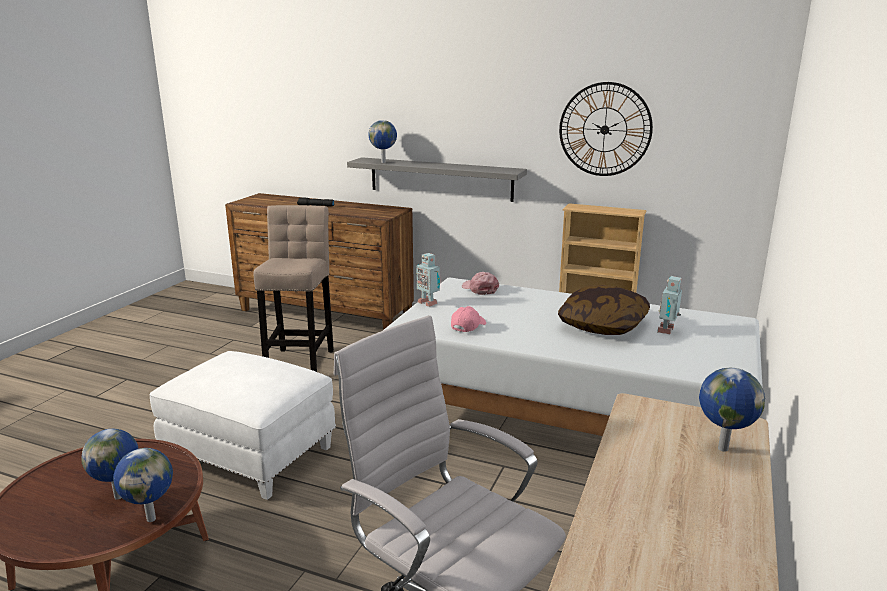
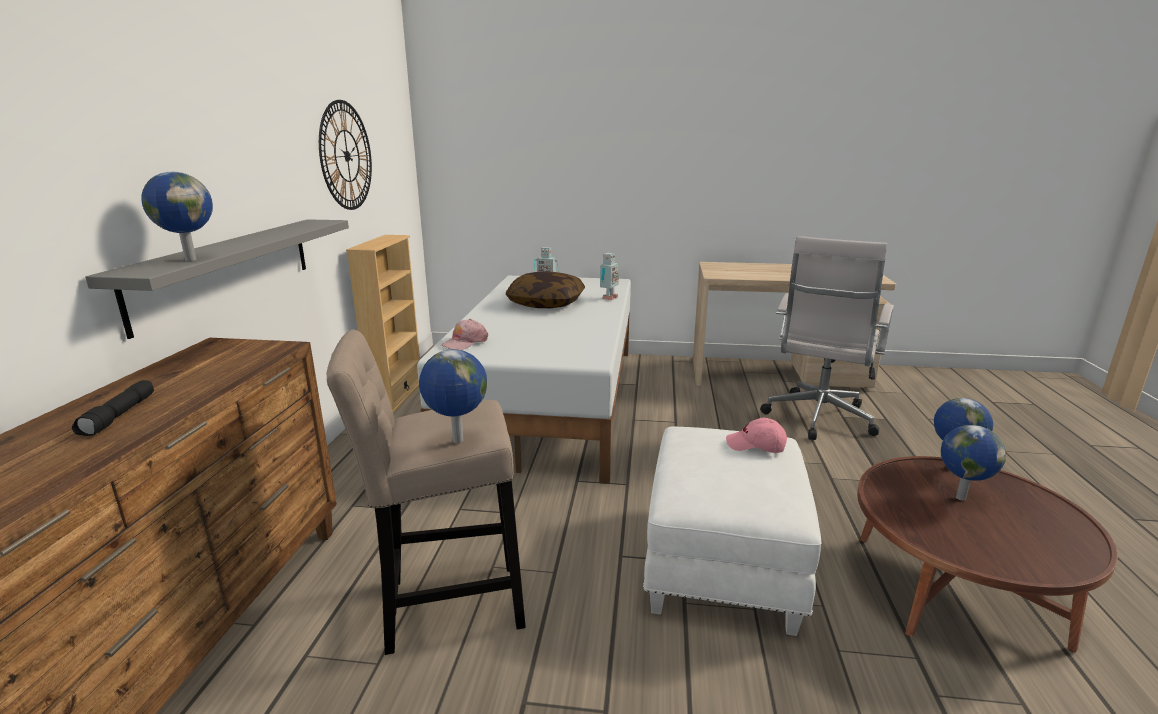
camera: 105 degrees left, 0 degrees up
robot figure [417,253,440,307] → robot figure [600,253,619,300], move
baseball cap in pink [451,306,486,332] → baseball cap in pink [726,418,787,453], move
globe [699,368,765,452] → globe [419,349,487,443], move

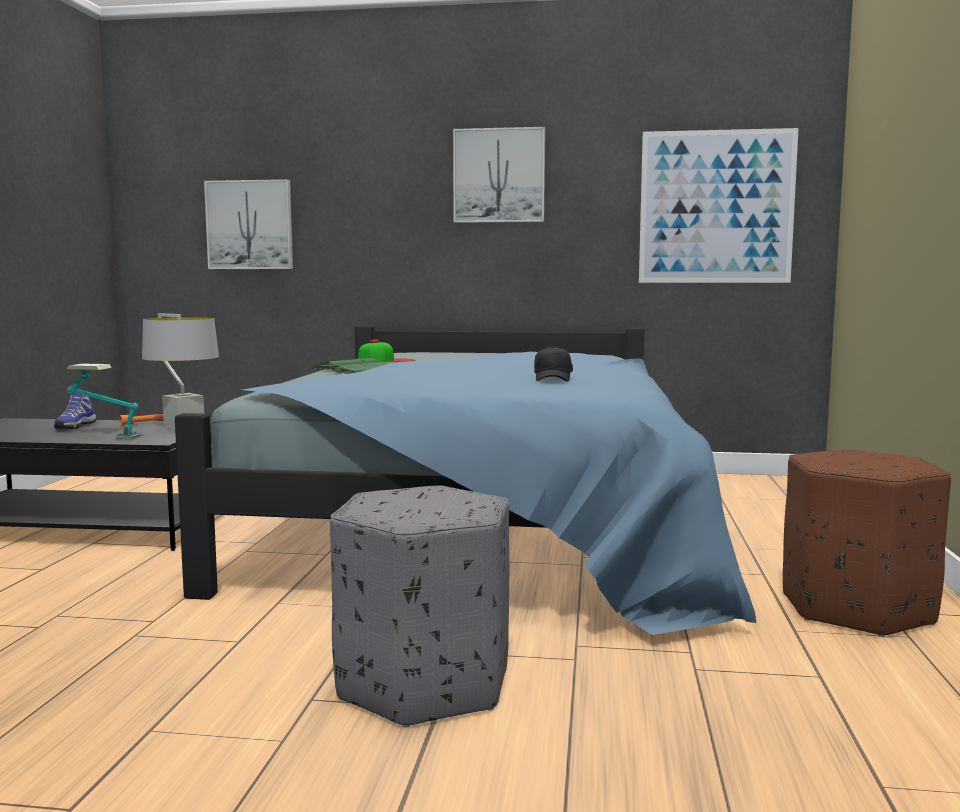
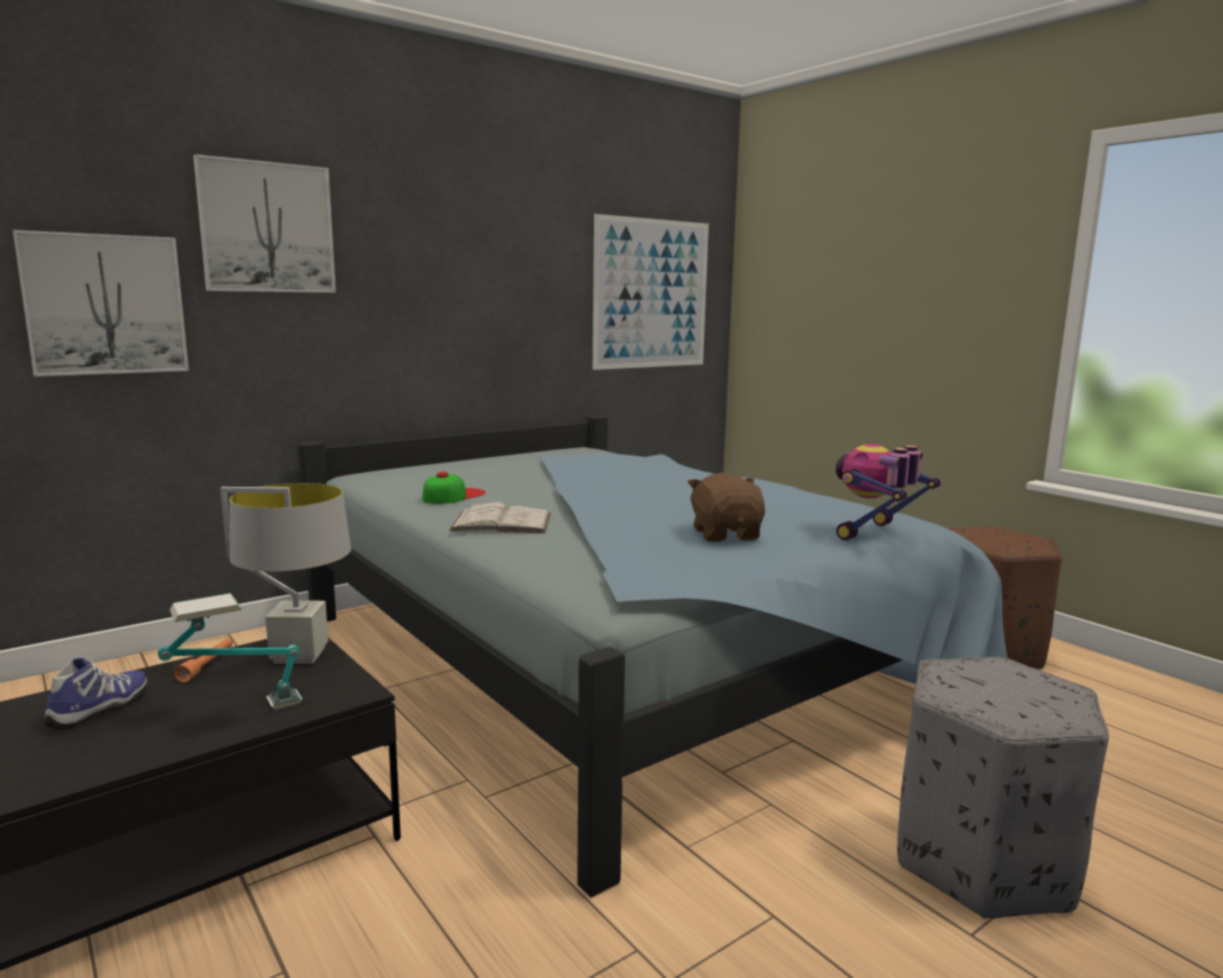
camera: 45 degrees left, 5 degrees up
wall picture [453,127,545,223] → wall picture [193,154,336,293], move
baseball cap in black-coloured [534,346,573,382] → -
volume in green [311,357,388,374] → volume in white [449,502,551,533]
item of footwear [54,393,96,429] → item of footwear [44,658,148,729], 120 degrees counterclockwise
- → robot figure [836,444,941,540]
- → plush toy in brown-coloured [688,473,765,542]

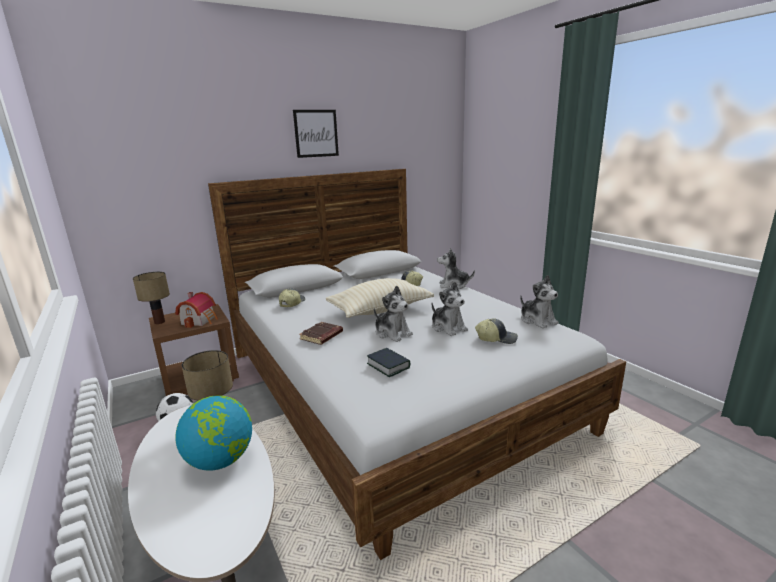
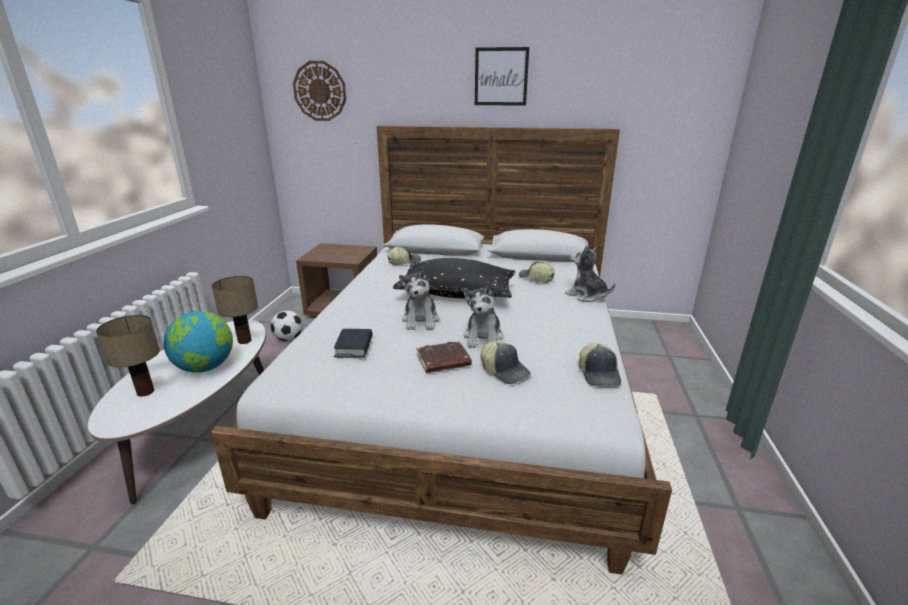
camera: 40 degrees right, 5 degrees up
tabletop lamp [133,272,170,324] → tabletop lamp [96,315,160,397], move
plush toy [520,275,559,329] → baseball cap [579,343,621,386]
cushion in beige-coloured [326,278,434,318] → cushion in black-coloured [393,258,515,299]
toy house [175,292,218,328] → -
volume in brown-coloured [299,322,343,345] → volume in brown-coloured [416,341,472,373], move
- → clock on the wall [293,61,346,121]

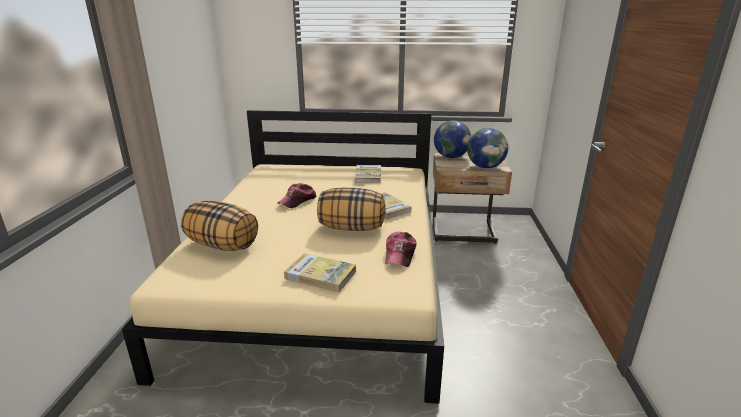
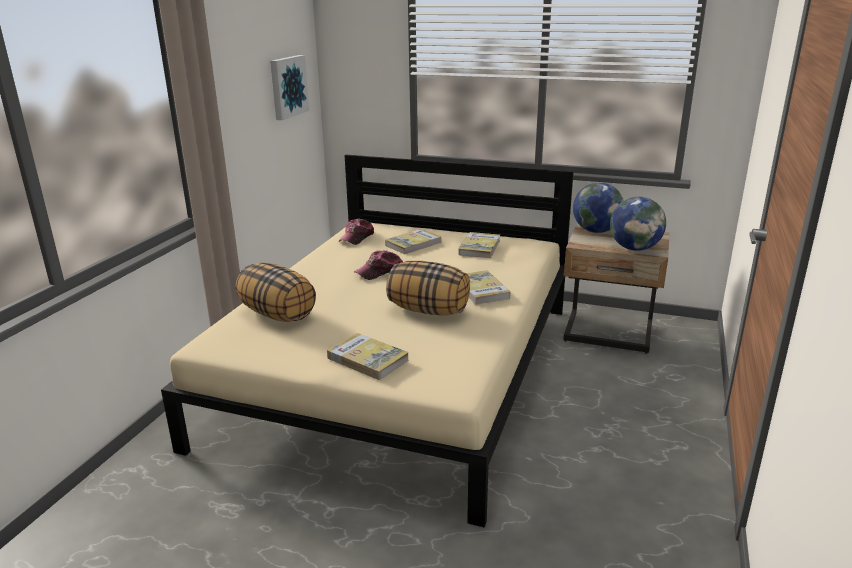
camera: 15 degrees right, 0 degrees up
baseball cap [385,232,416,267] → baseball cap [339,219,374,245], move
- → wall picture [270,55,309,120]
- → volume [385,229,442,254]

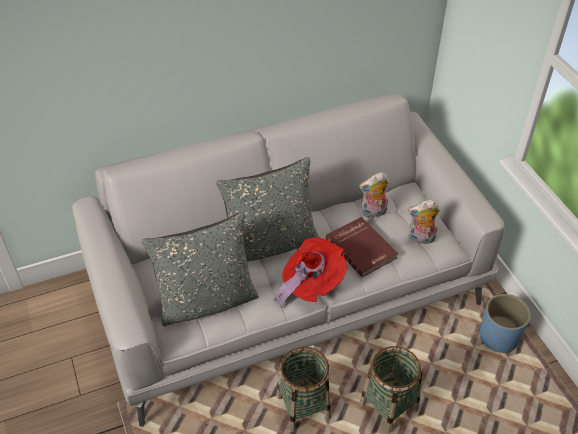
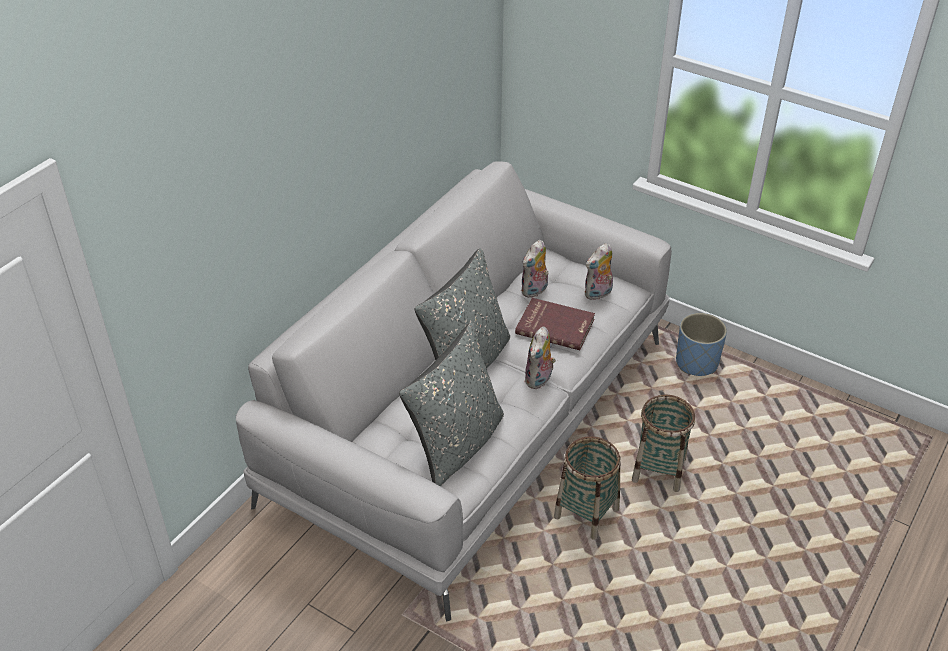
camera: 35 degrees left, 5 degrees down
hat in red [273,238,347,308] → plush toy [524,327,556,389]

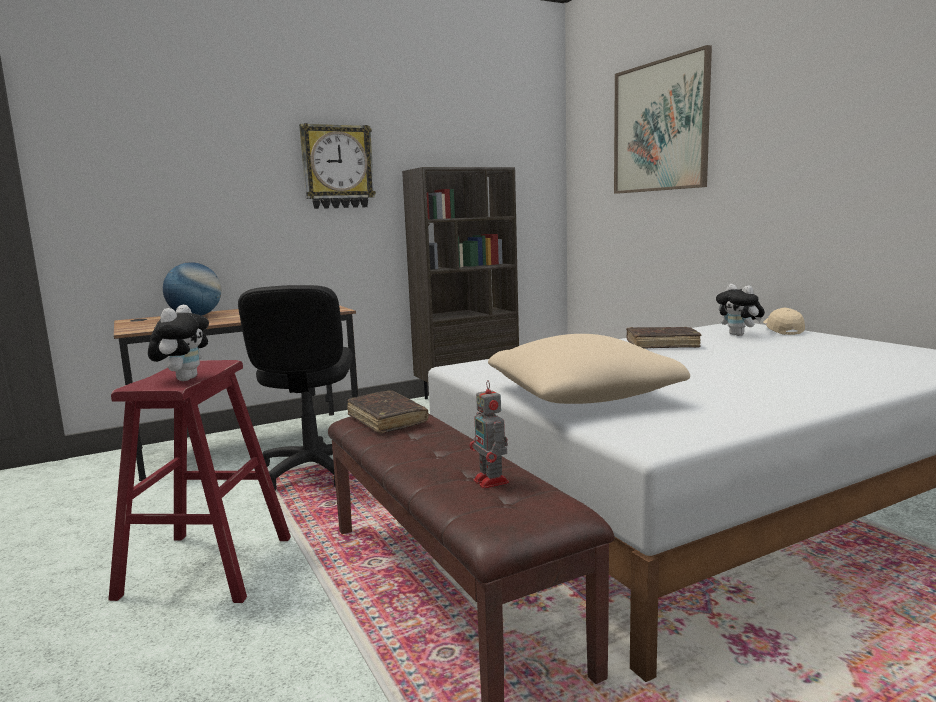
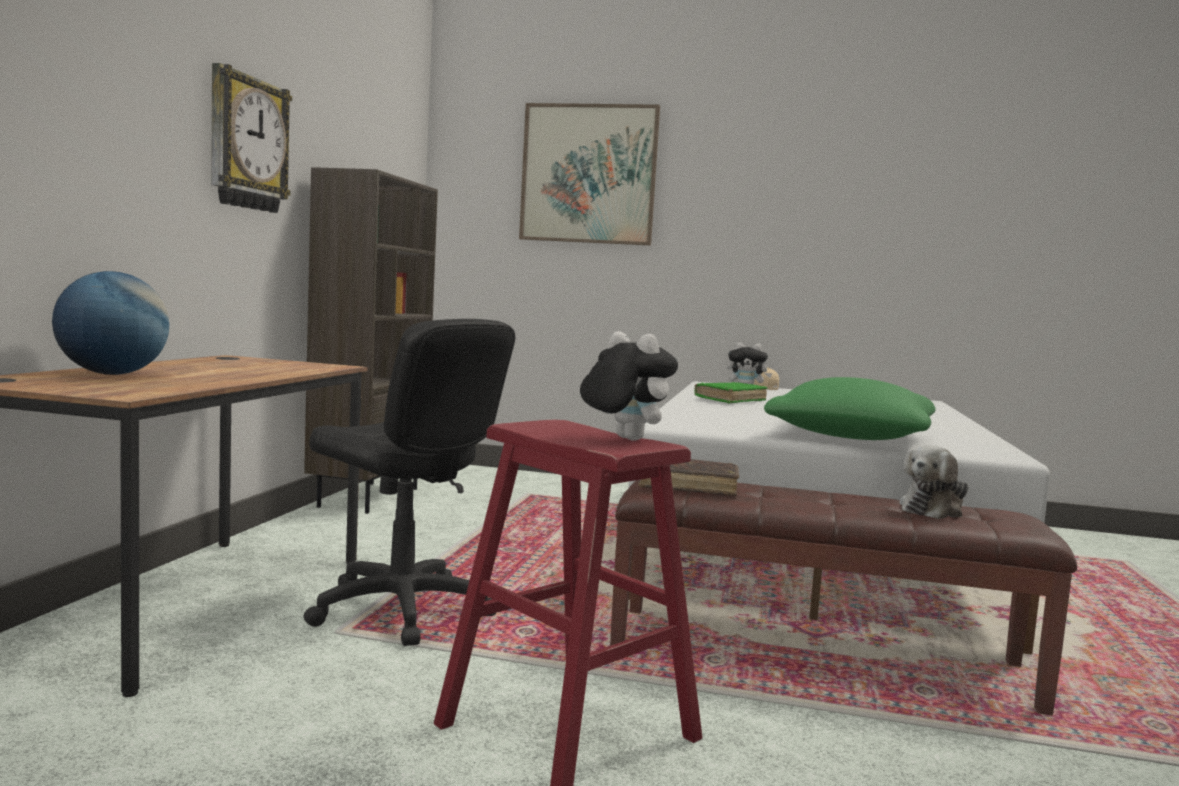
camera: 50 degrees left, 5 degrees down
volume in brown-coloured [626,327,701,349] → volume in green [694,382,767,403]
cushion in beige-coloured [488,334,690,404] → cushion in green [764,377,936,440]
robot figure [470,380,509,489] → plush toy [900,444,968,519]

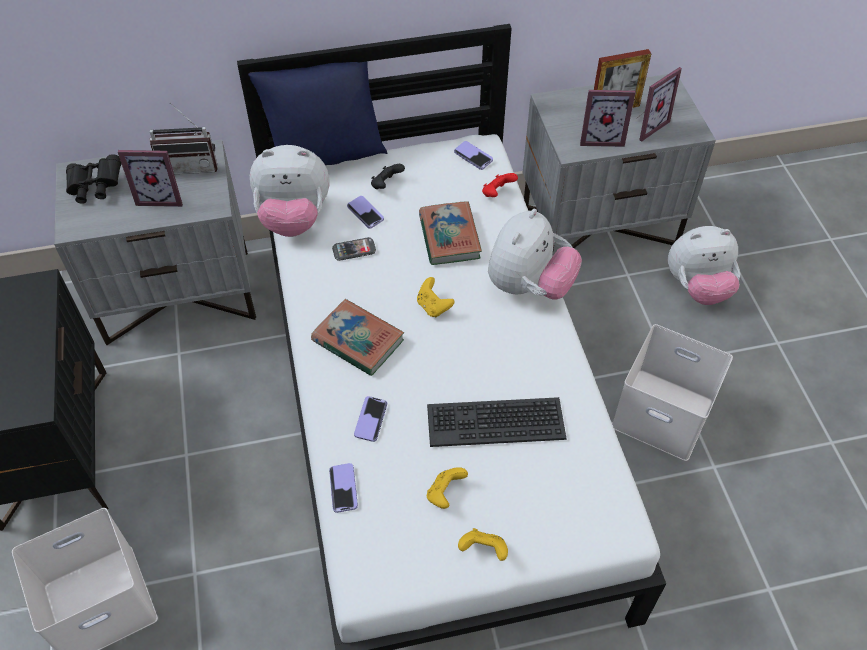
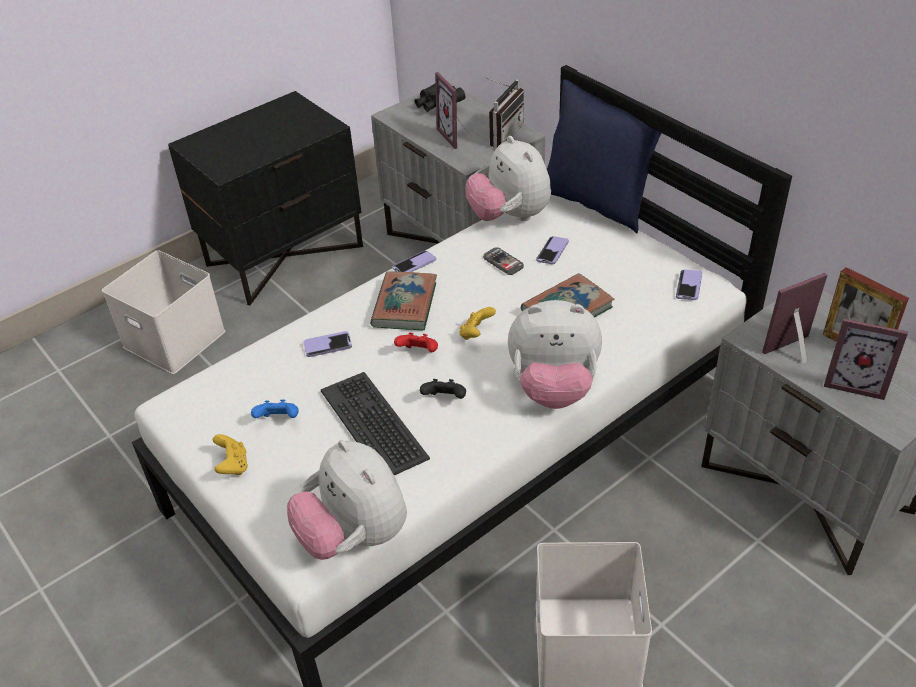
camera: 65 degrees right, 10 degrees down
photo frame [580,90,636,147] → photo frame [762,273,827,363], 90 degrees clockwise
radio [149,103,218,174] → radio [484,77,524,148], 120 degrees counterclockwise
joypad in black-coloured [371,164,405,189] → joypad in black-coloured [420,379,466,399], move
joypad in red [482,173,518,197] → joypad in red [394,333,438,352], move
plush toy [668,226,740,305] → plush toy [287,440,407,560], move
telephone [329,463,358,513] → telephone [392,251,436,272], move
joypad in yellowish [427,467,468,509] → joypad in bluish [251,400,298,418]

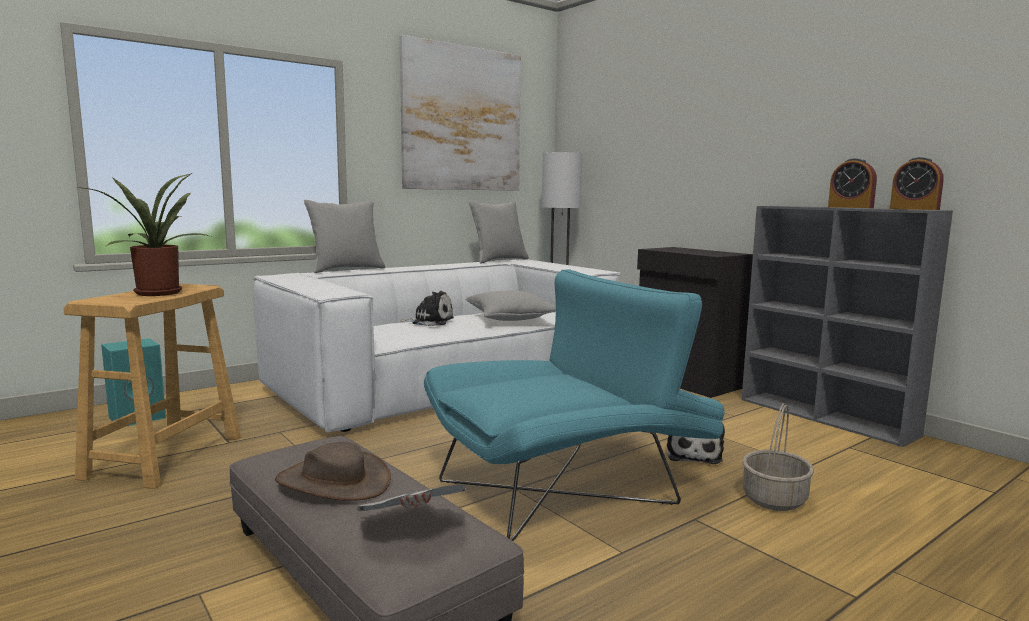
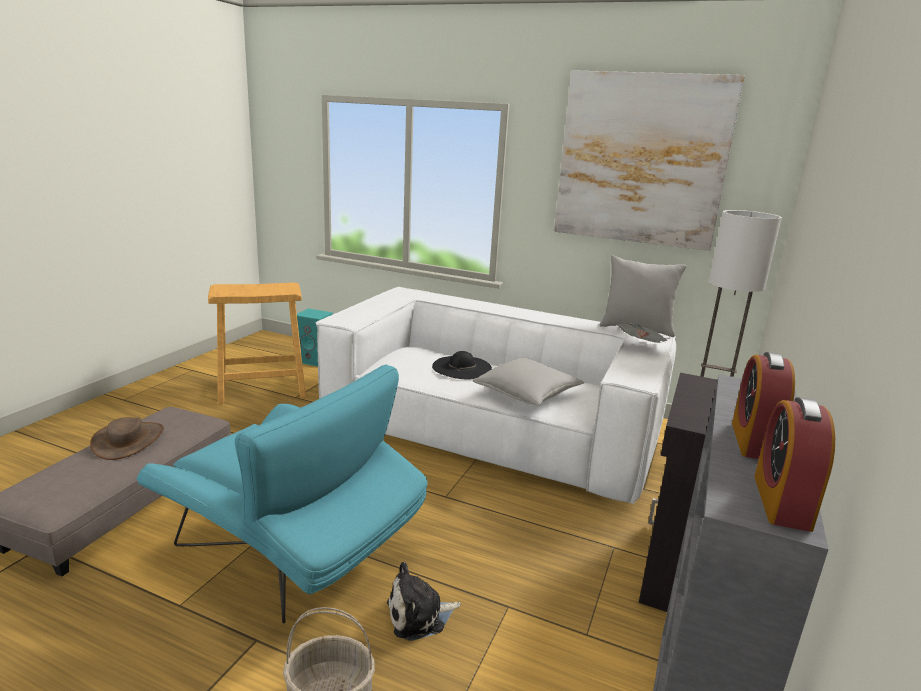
camera: 60 degrees right, 10 degrees up
potted plant [77,173,211,296] → -
cushion in gray [304,200,385,273] → -
plush toy [400,291,454,326] → hat in black-coloured [432,351,492,379]
daily paper [357,485,466,511] → daily paper [616,324,667,343], move

